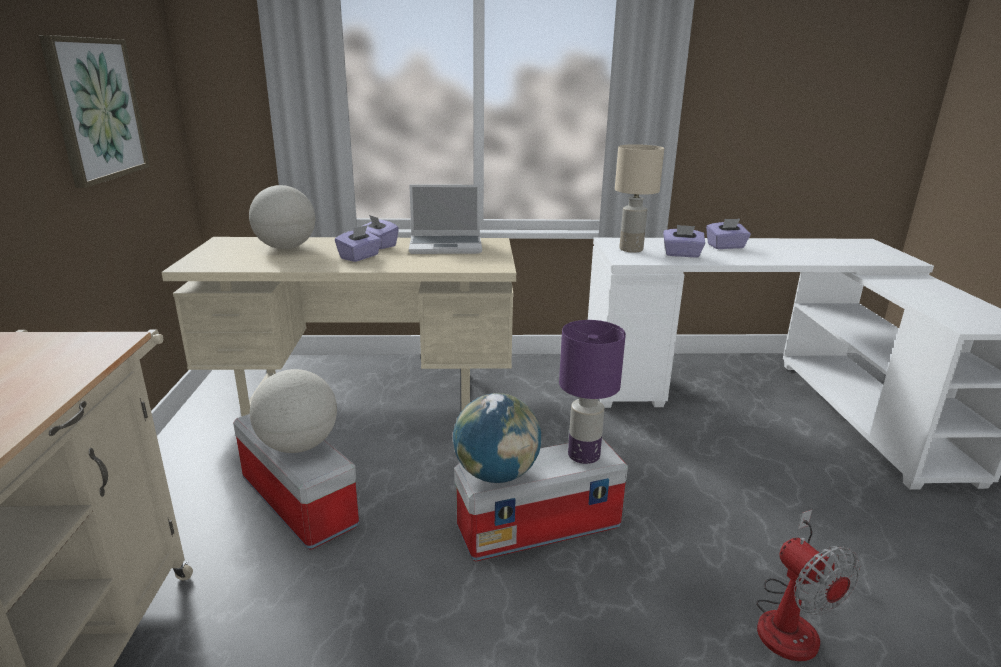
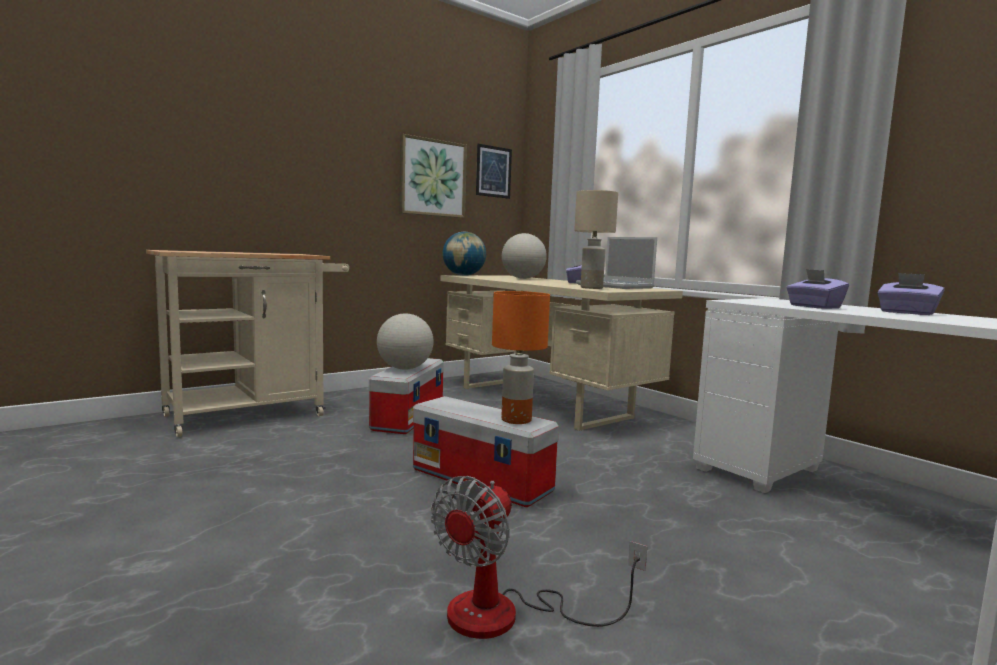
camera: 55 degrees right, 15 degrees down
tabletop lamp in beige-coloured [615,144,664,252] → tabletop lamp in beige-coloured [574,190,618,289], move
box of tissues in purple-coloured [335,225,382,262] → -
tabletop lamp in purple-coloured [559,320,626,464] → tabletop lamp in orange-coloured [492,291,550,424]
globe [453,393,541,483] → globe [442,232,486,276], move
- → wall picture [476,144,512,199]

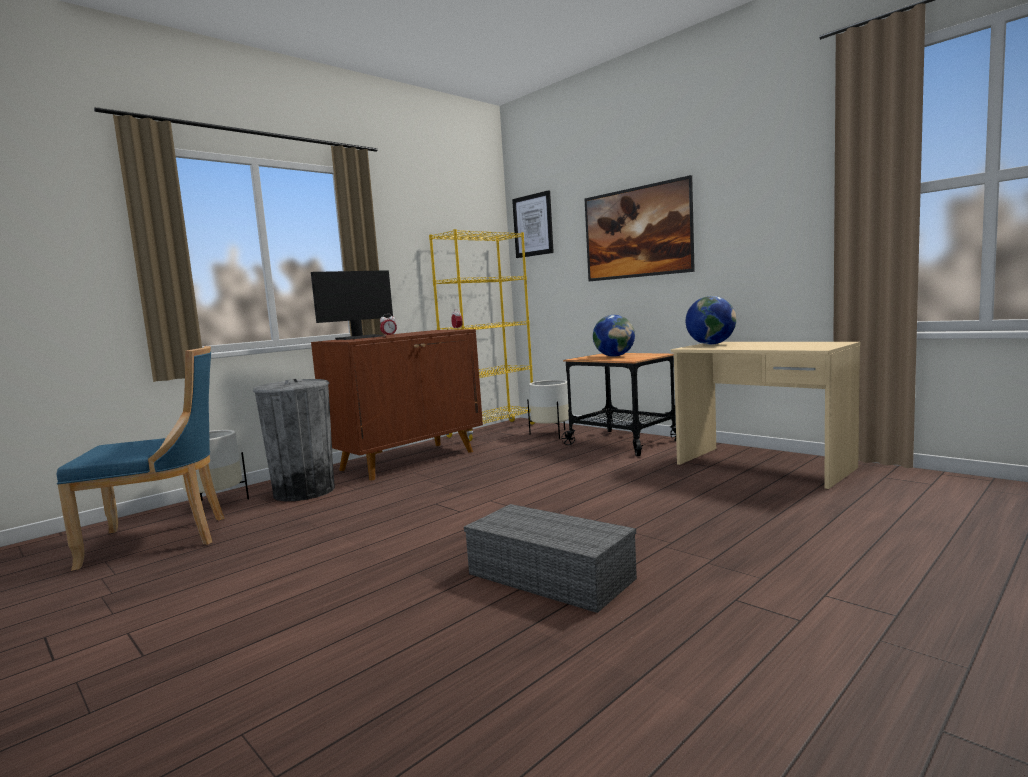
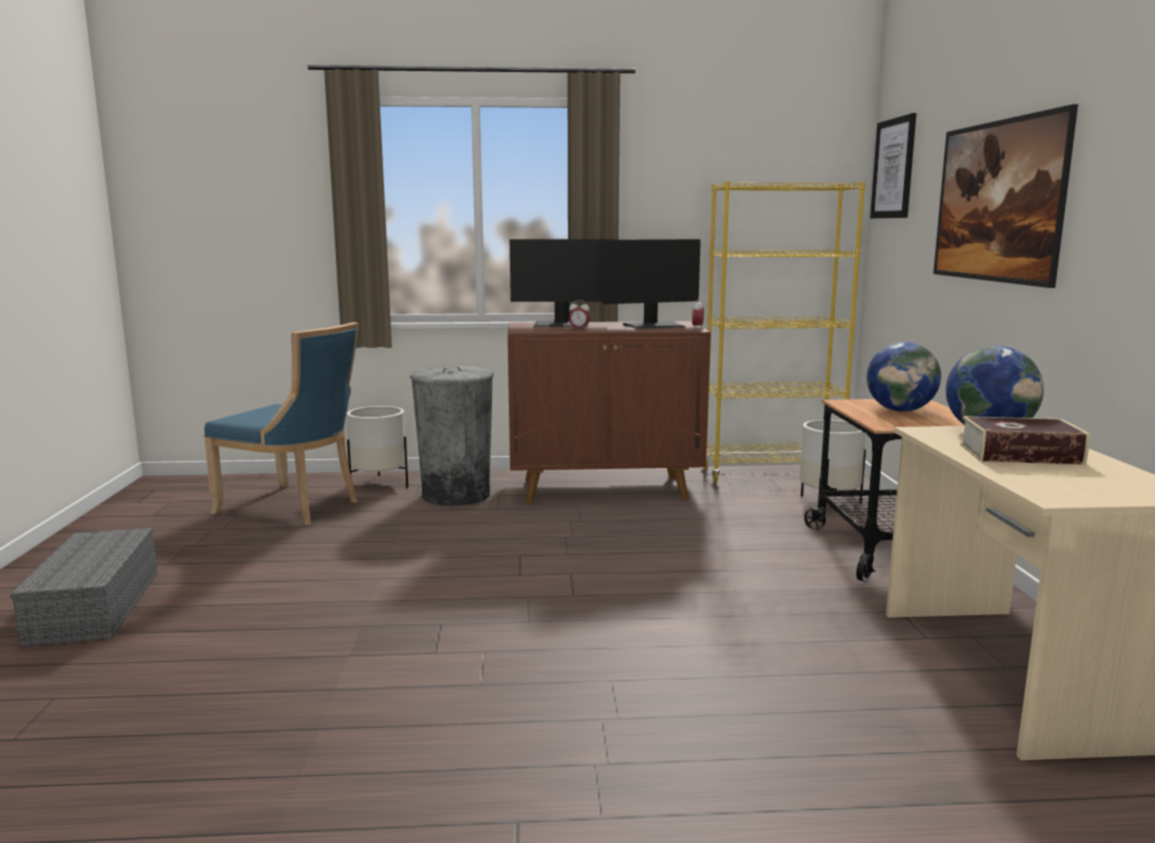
camera: 40 degrees right, 5 degrees up
storage container in gray [464,504,637,613] → storage container in gray [10,528,158,647], move
- → computer display [603,239,701,329]
- → volume [960,416,1090,465]

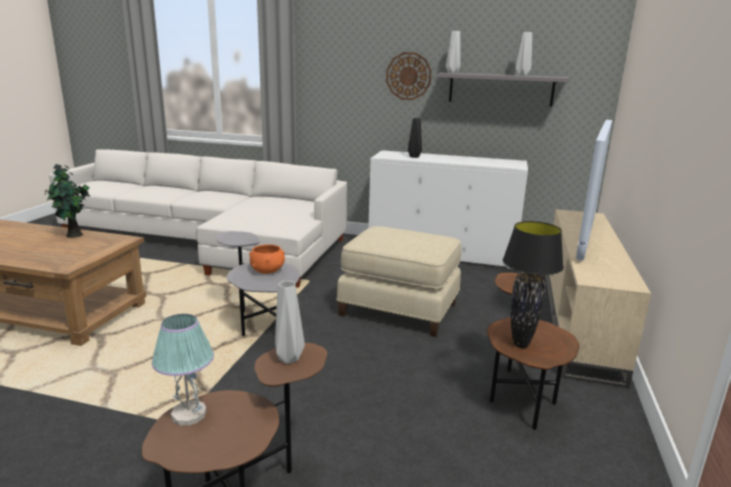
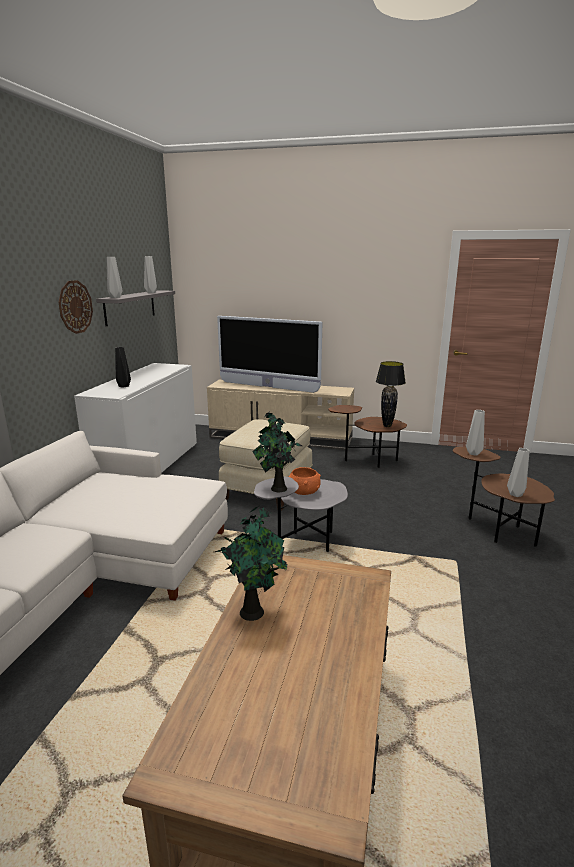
camera: 90 degrees left, 0 degrees up
tabletop lamp [152,314,214,426] → vase in gray [507,448,530,497]
- → potted plant [252,411,302,492]

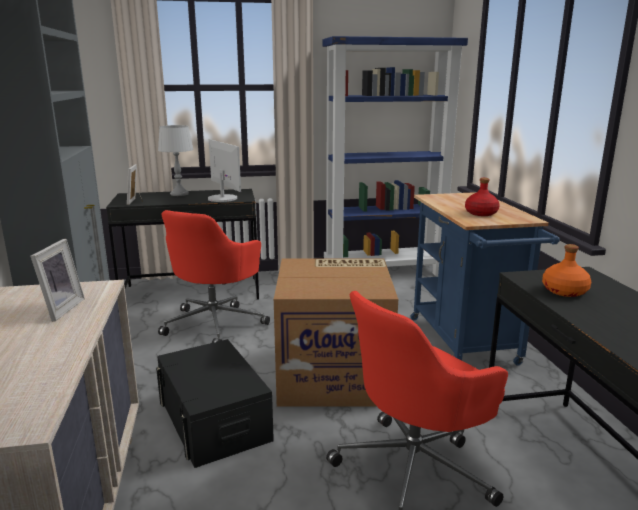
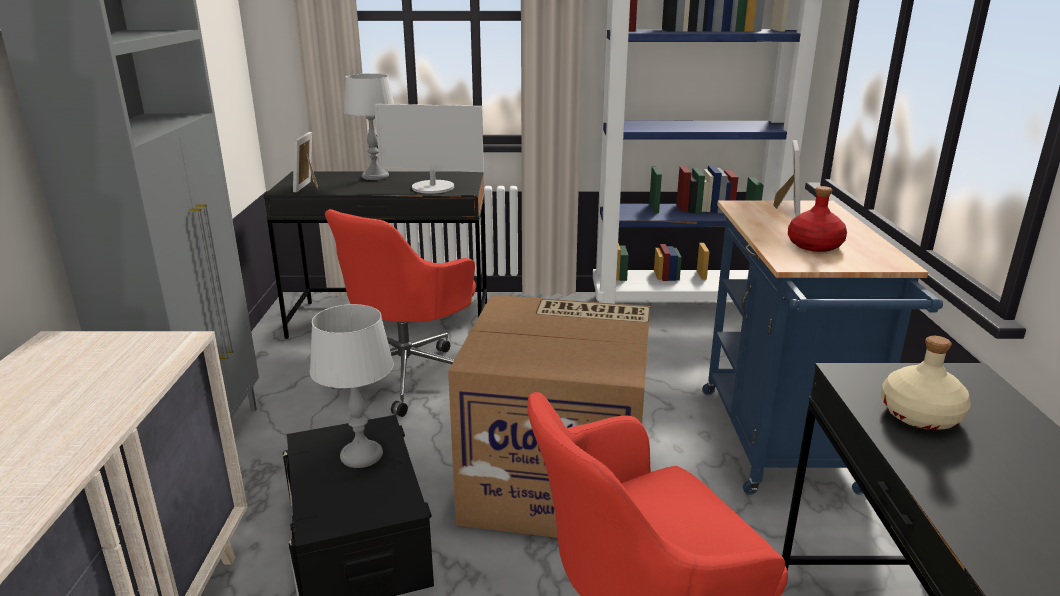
camera: 10 degrees right, 5 degrees up
computer display [208,139,241,202] → computer display [375,104,484,194], 120 degrees clockwise
photo frame [30,239,85,322] → photo frame [773,140,800,216], move
beverage bottle in orange-coloured [542,244,591,297] → beverage bottle in beige-coloured [881,336,971,430]
- → tabletop lamp in gray [310,304,394,468]

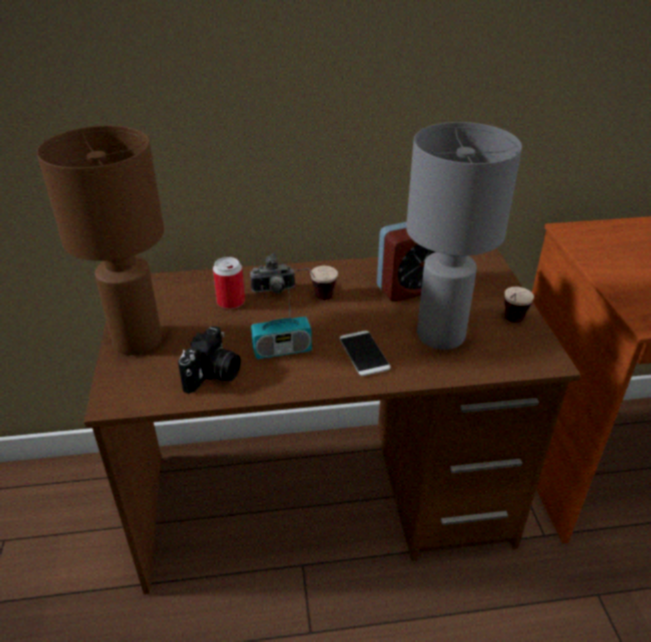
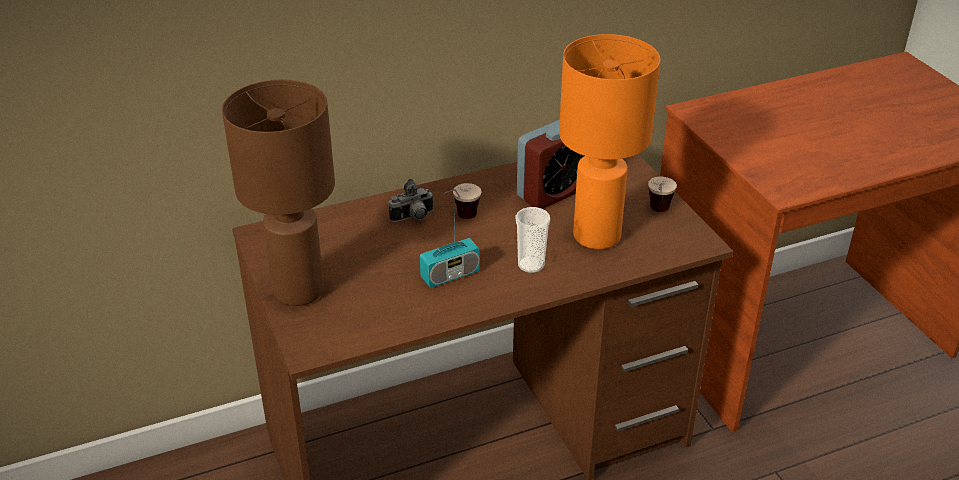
camera: 15 degrees left, 0 degrees up
tabletop lamp in gray [406,122,522,350] → tabletop lamp in orange-coloured [559,34,660,249]
can [213,257,245,309] → -
photo camera [178,326,241,394] → -
telephone [339,331,391,376] → small cup [516,207,550,273]

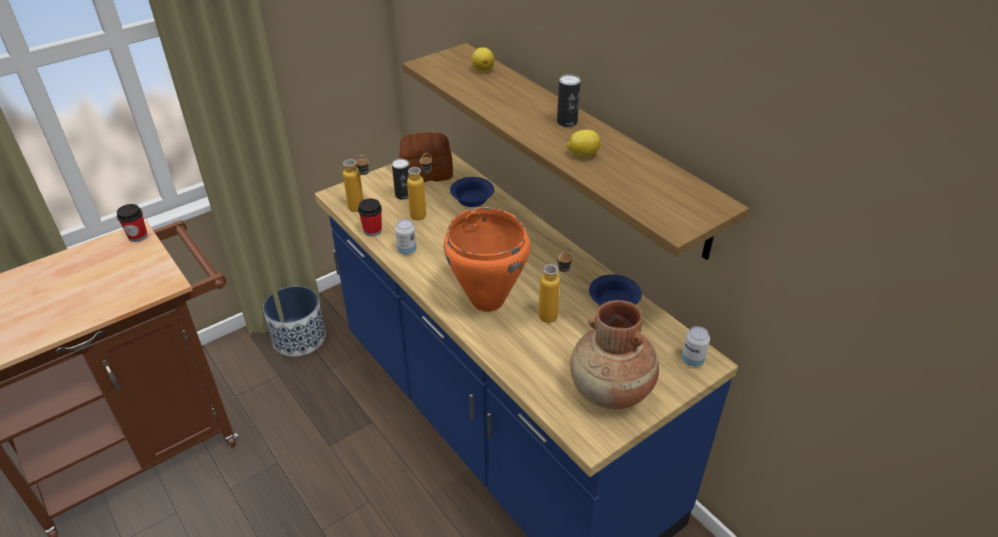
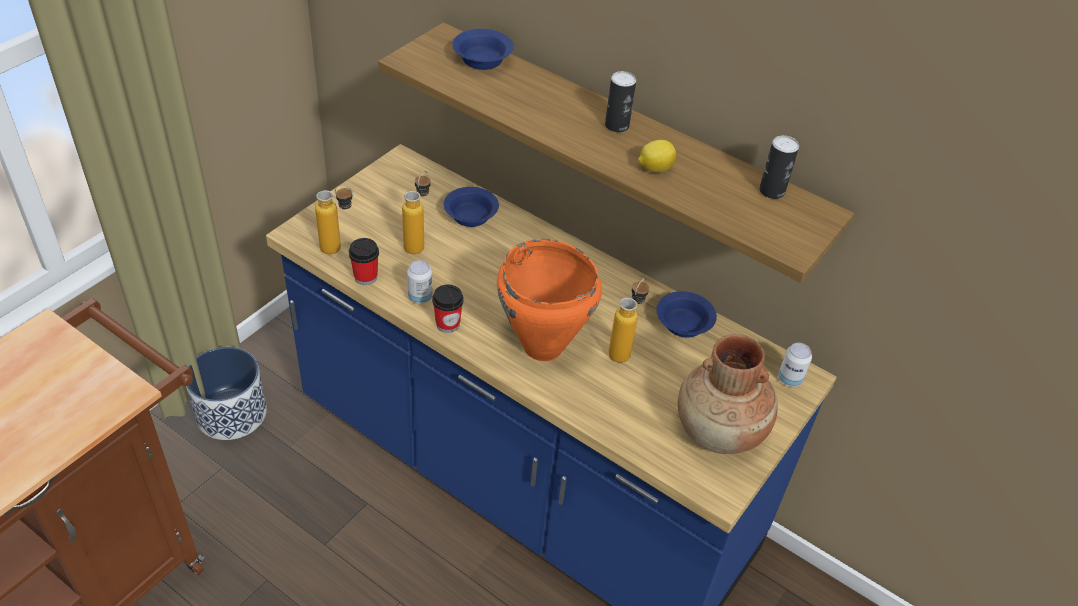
camera: 20 degrees left, 5 degrees up
citrus fruit [472,47,495,72] → bowl in bluish [452,29,513,70]
baked bread [399,132,453,182] → -
can [392,158,409,200] → can [759,135,799,199], move
small cup [117,204,148,242] → small cup [432,284,464,333], move

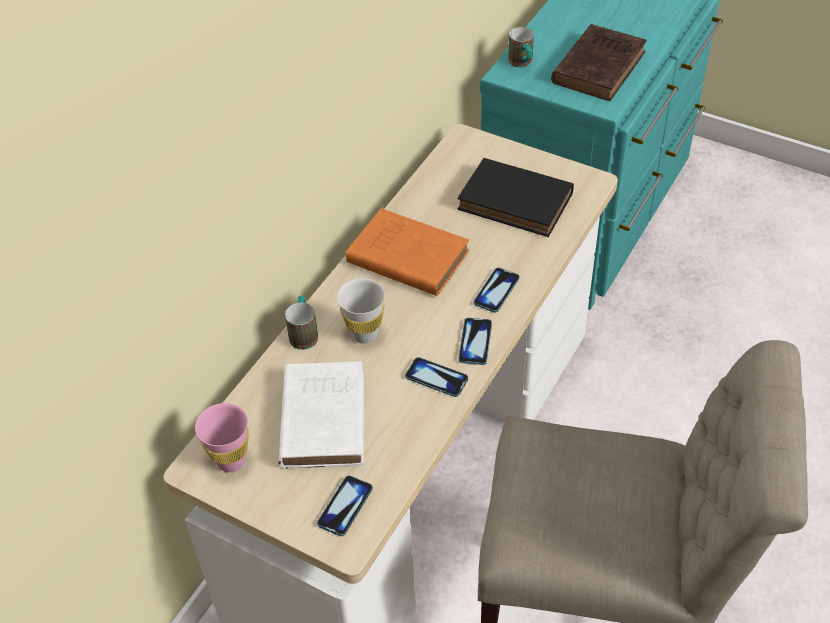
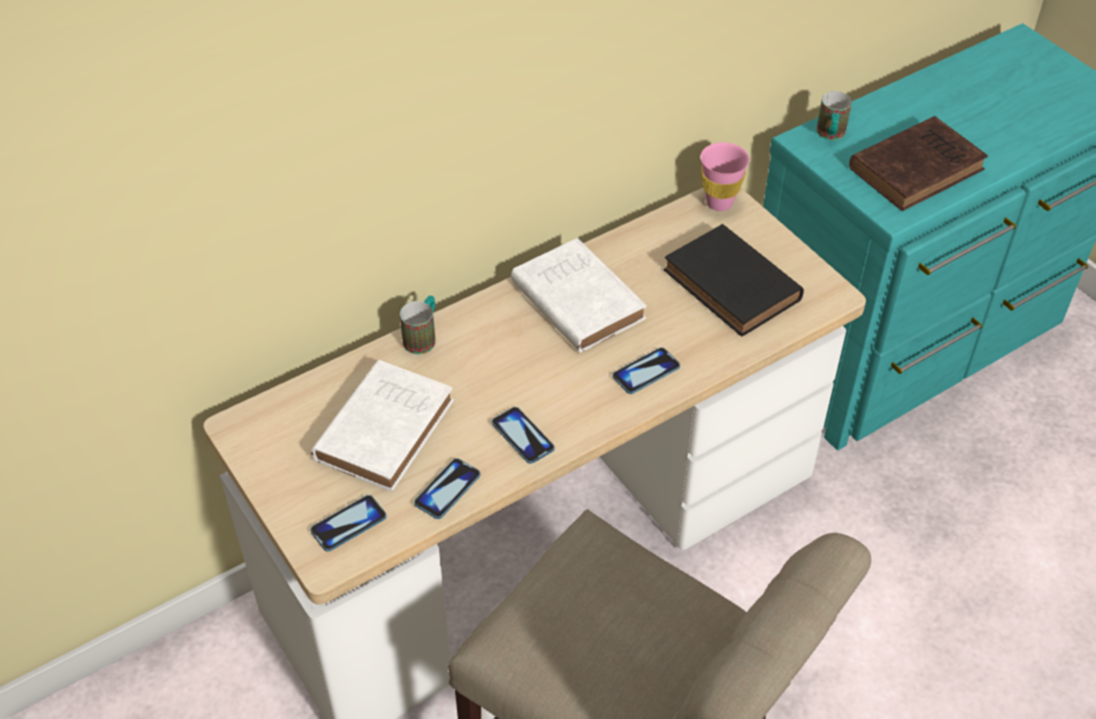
camera: 25 degrees right, 0 degrees up
volume in orange-coloured [346,208,469,296] → volume in white [511,238,647,353]
small cup in white [337,278,385,344] → -
telephone [458,318,492,365] → telephone [414,458,481,519], move
small cup in pink [195,403,249,472] → small cup in pink [701,142,750,211], move

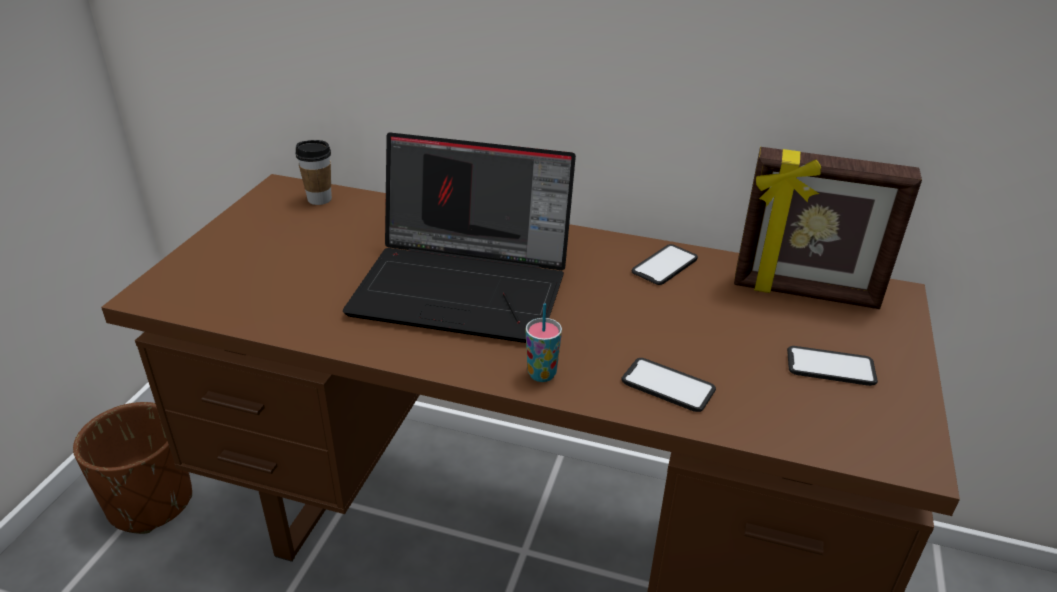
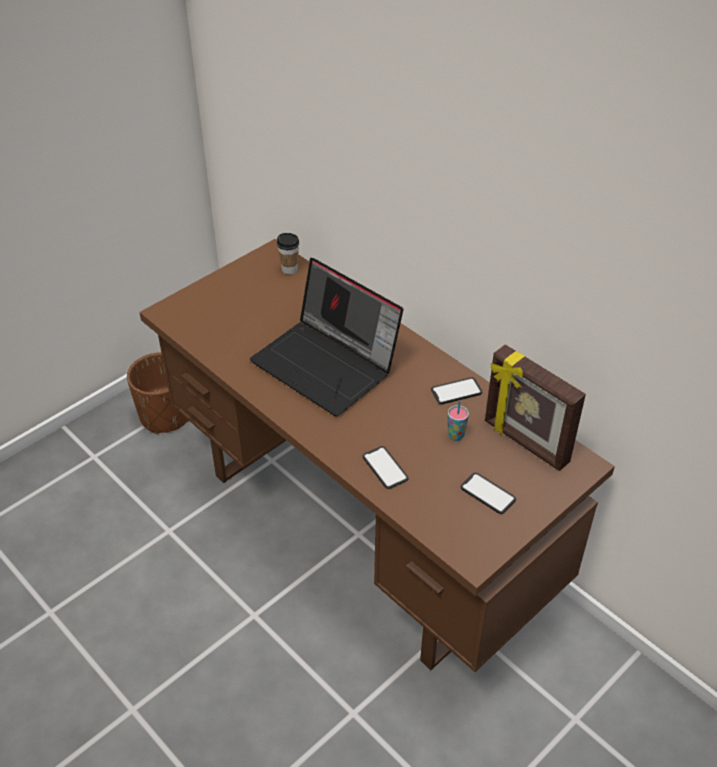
camera: 30 degrees right, 10 degrees up
small cup [525,303,562,382] → small cup [448,400,469,441], move

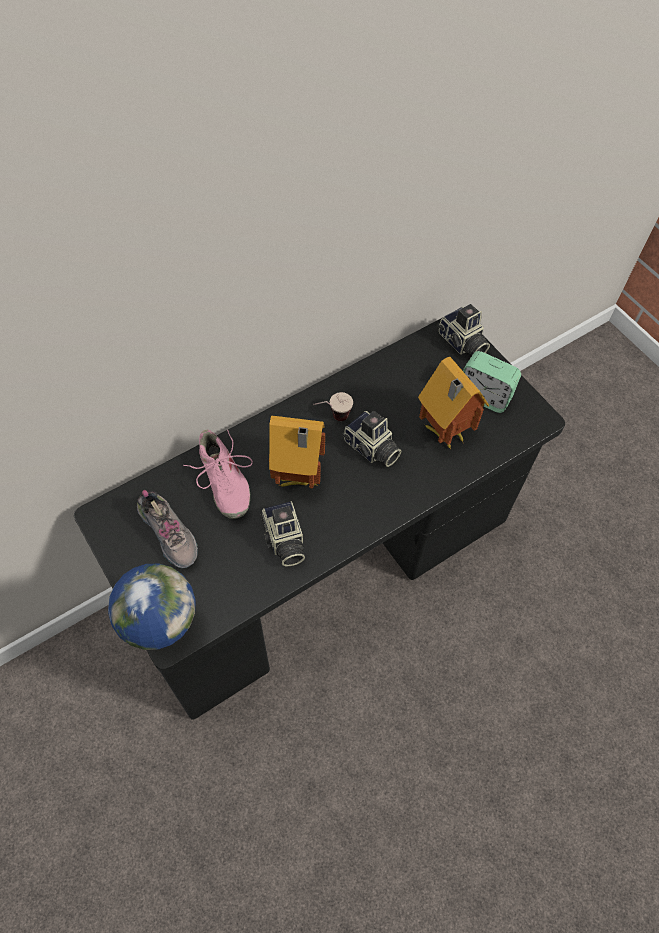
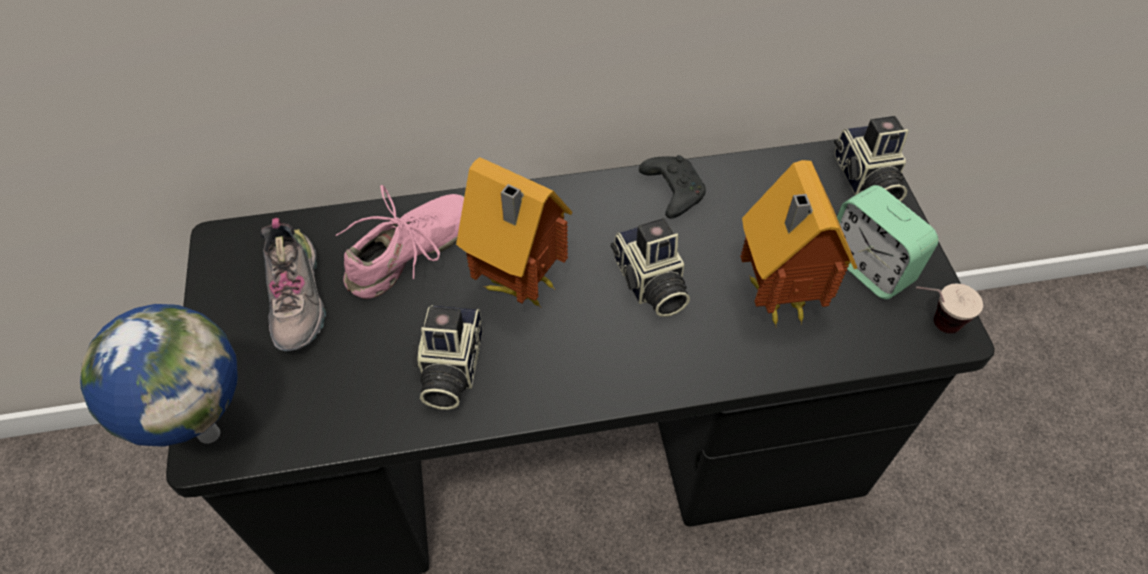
camera: 25 degrees right, 5 degrees down
small cup [313,392,353,421] → small cup [916,284,983,334], move
item of footwear in pink [183,430,253,519] → item of footwear in pink [336,185,464,299], 135 degrees counterclockwise
- → joypad in black-coloured [639,155,706,218]

